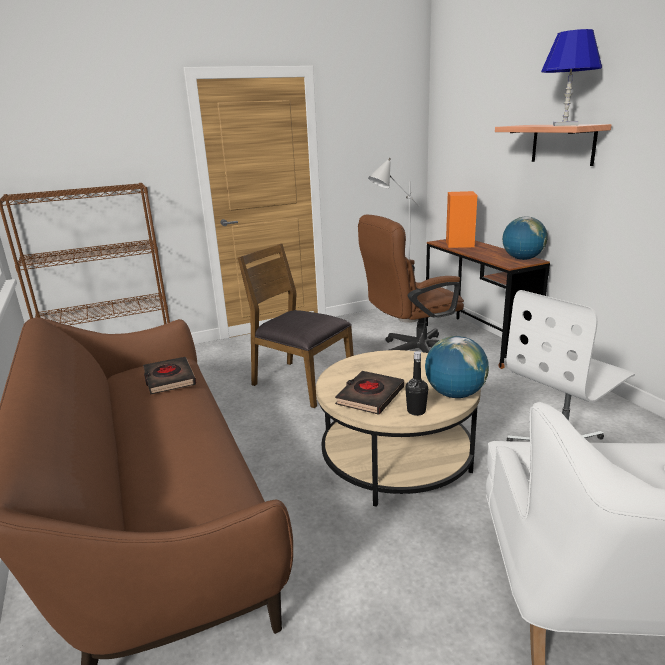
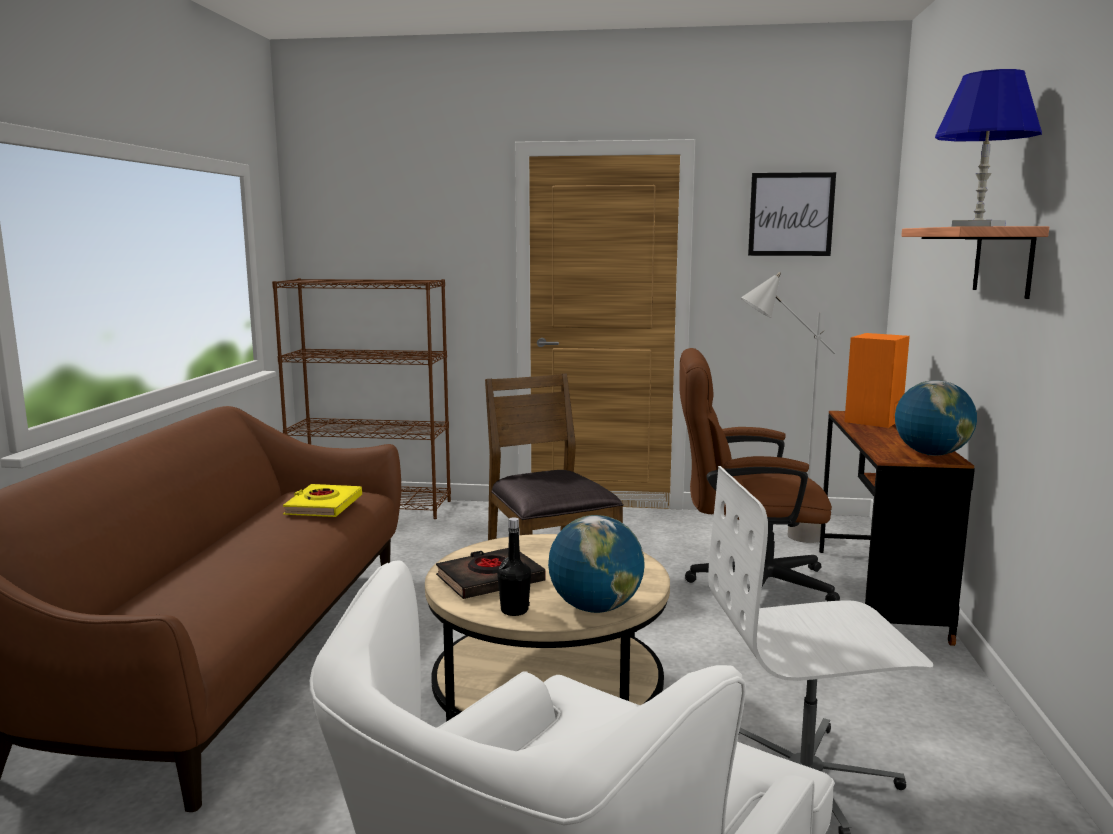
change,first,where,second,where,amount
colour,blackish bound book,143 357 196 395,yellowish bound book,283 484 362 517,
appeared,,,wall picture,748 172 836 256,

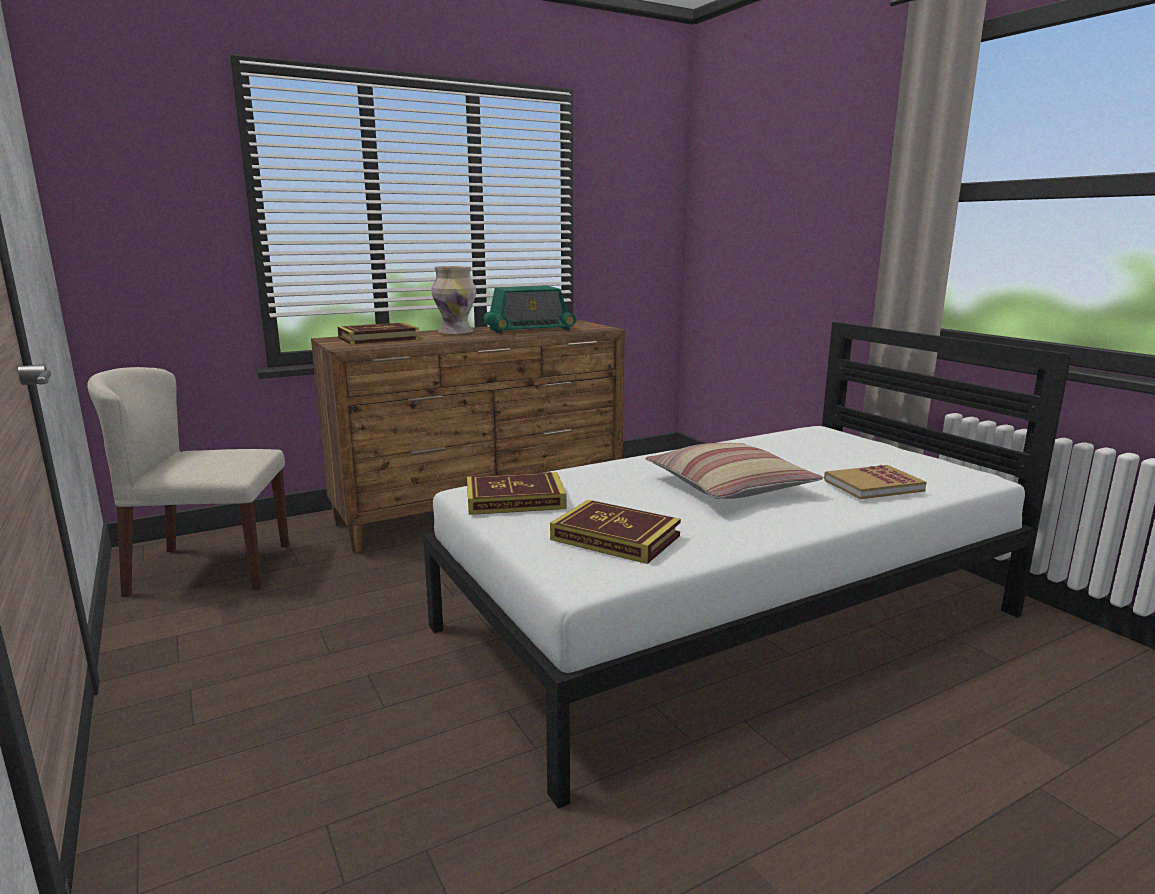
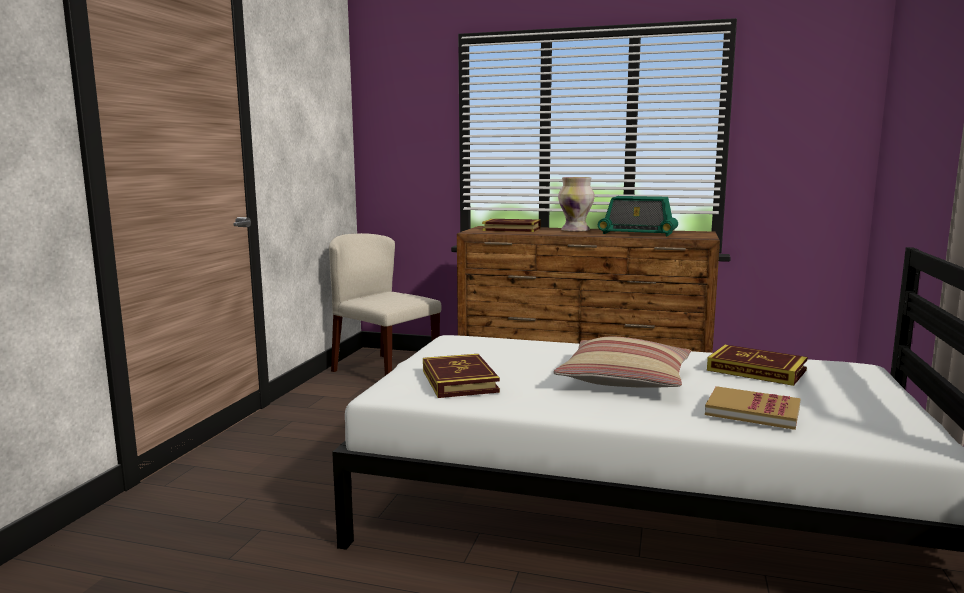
change,first,where,second,where,amount
relocated,bound book,467 472 566 515,,707 345 808 386,

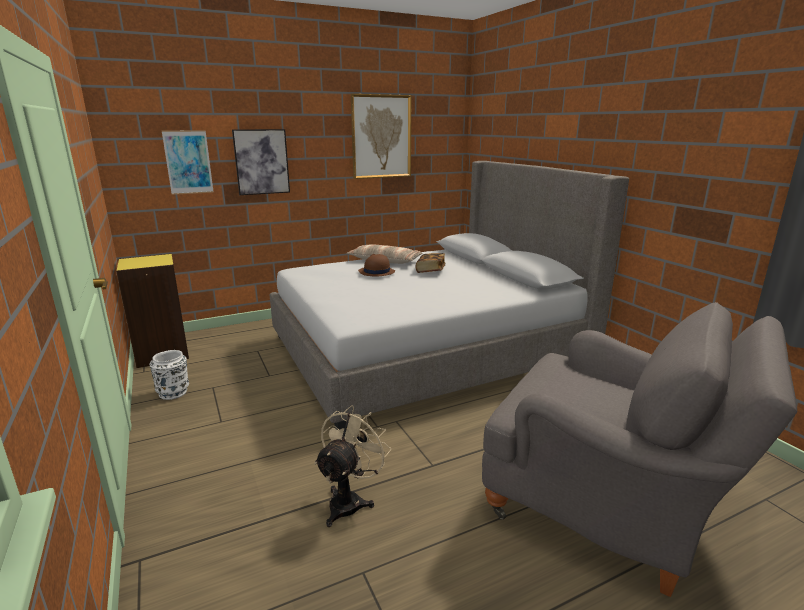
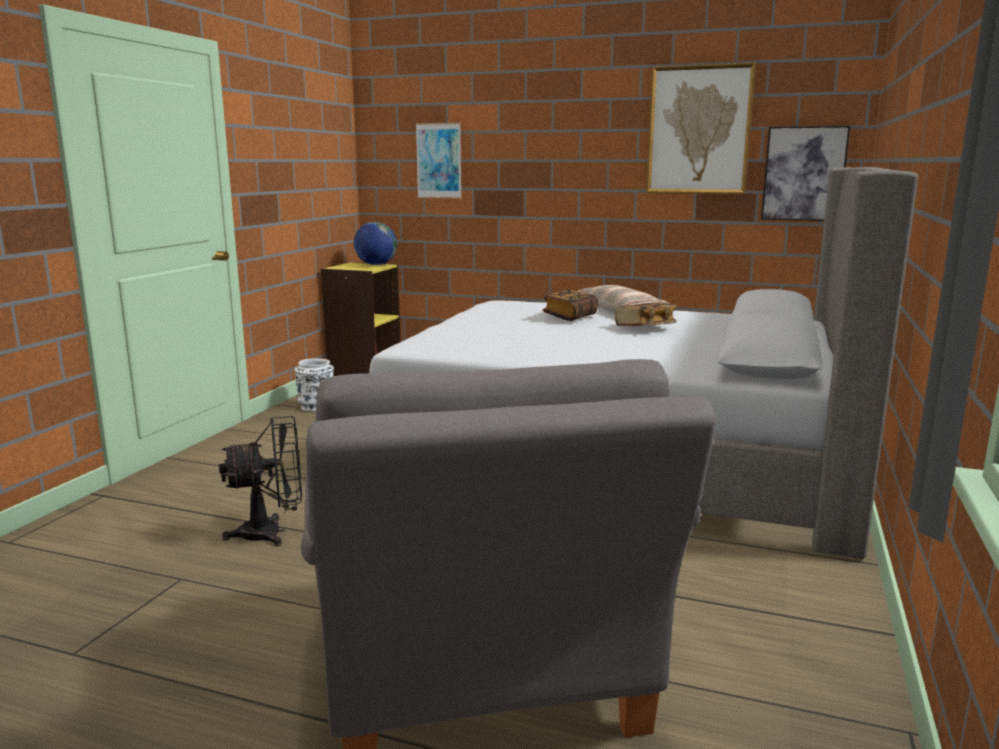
change,first,where,second,where,amount
colour,sand-coloured cooling fan,314 405 392 527,blackish cooling fan,219 416 302 546,
appeared,,,desk globe,354 222 397 265,
exchanged,brownish hat,358 254 395 276,bound book,542 290 598 321,
relocated,wall picture,232 129 290 195,,761 126 850 221,

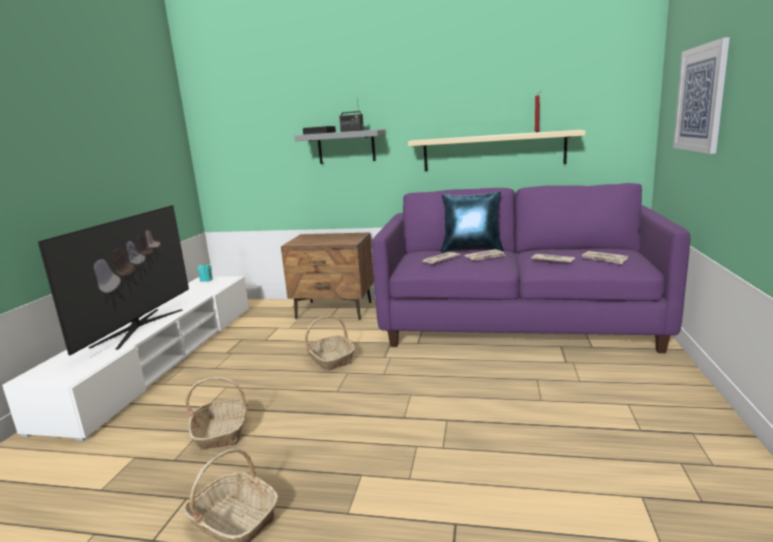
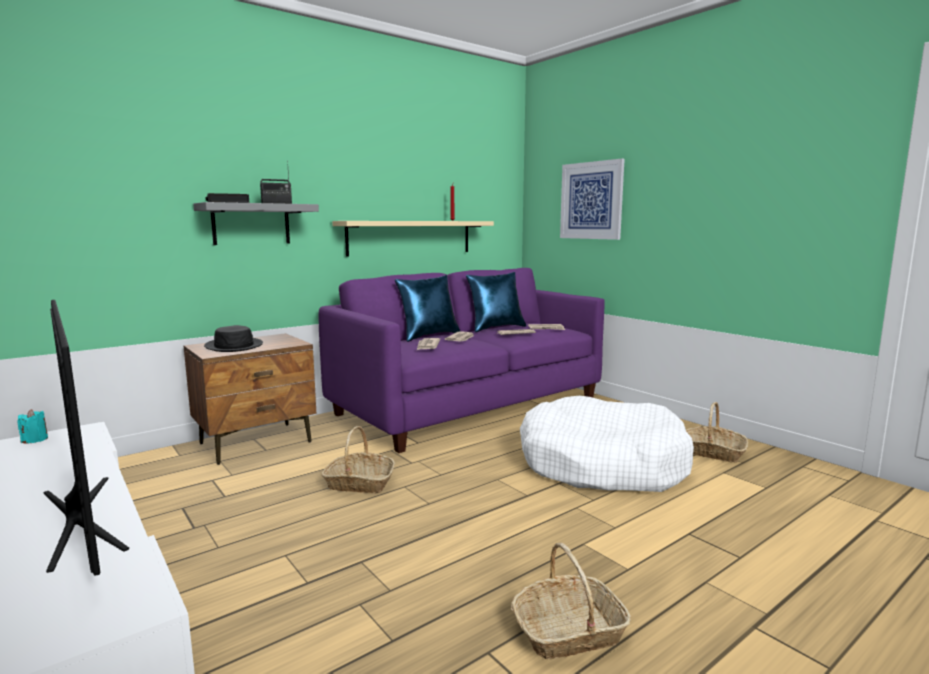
change,first,where,second,where,amount
appeared,,,blackish hat,204 325 263 352,
appeared,,,blue throw pillow,466 272 526 332,
appeared,,,whitish dog bed,520 396 694 492,
relocated,household basket,185 377 248 450,,686 402 748 462,

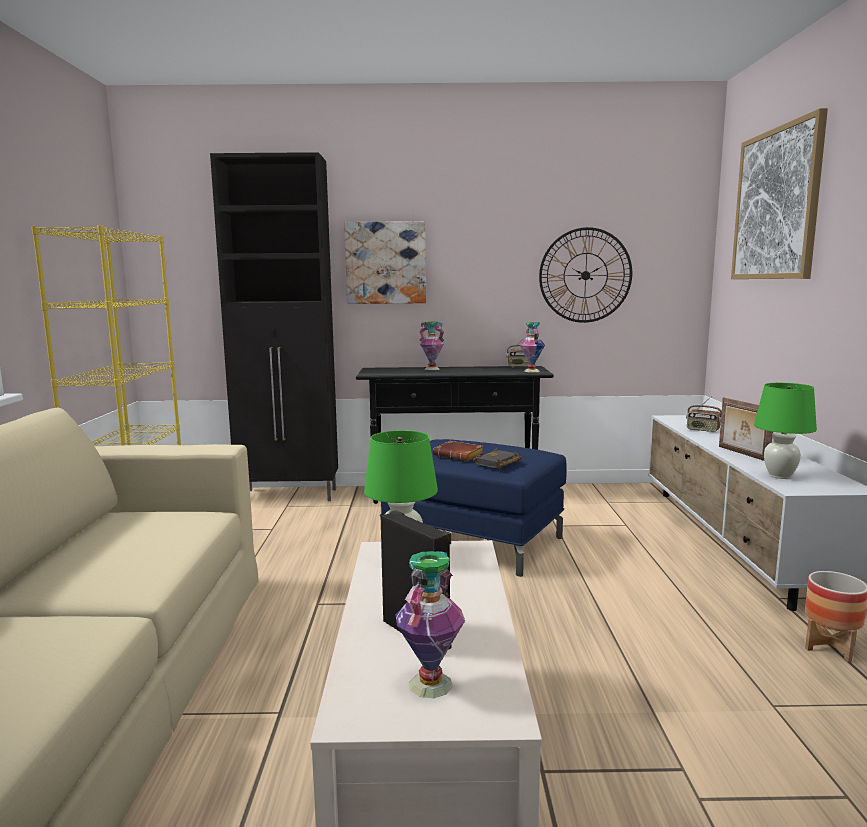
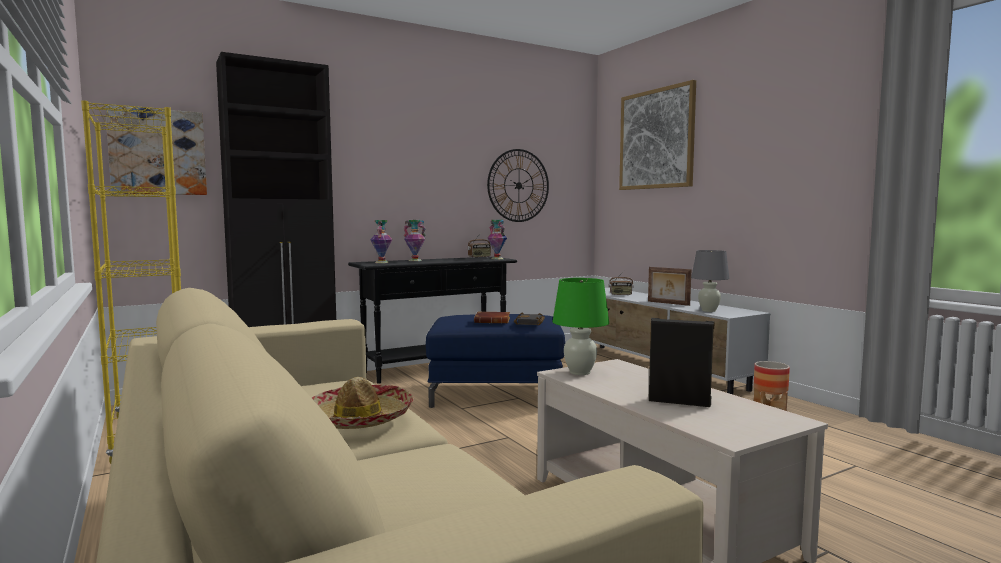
change,first,where,second,where,amount
relocated,wall picture,344 221 426 304,,105 105 207 195,
appeared,,,hat,311 377 414 429,
relocated,vase,395 551 465 698,,370 220 393 263,
colour,greenish tabletop lamp,754 383 817 479,grey tabletop lamp,691 250 730 312,

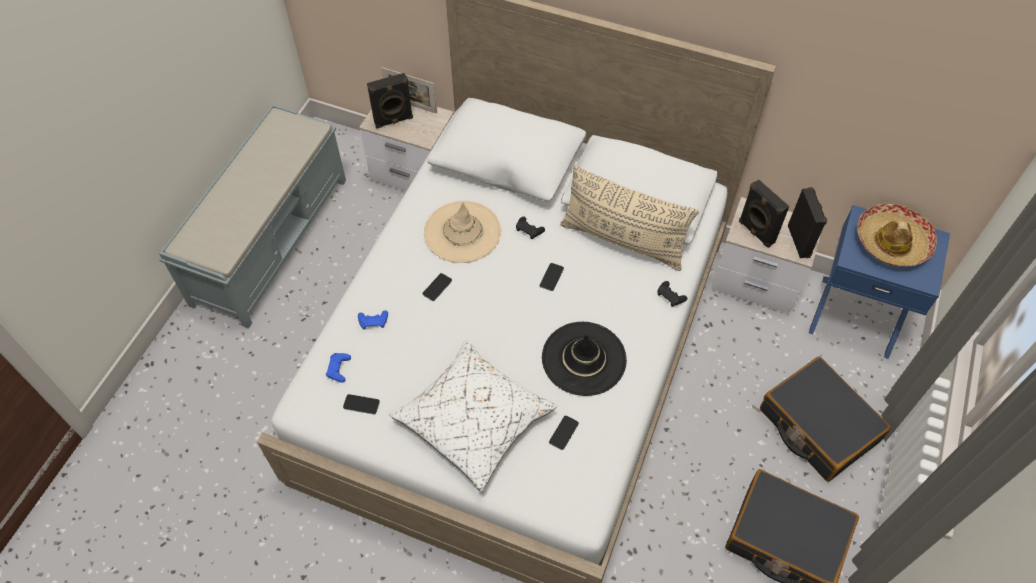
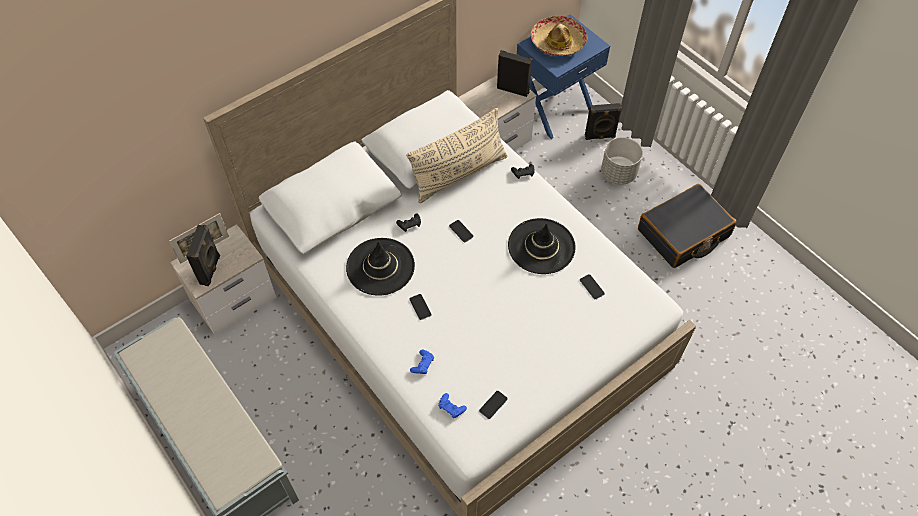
change,first,where,second,where,amount
colour,sand-coloured hat,424 201 501 263,blackish hat,346 238 415 296,
relocated,blackish loudspeaker,739 180 790 248,,585 103 622 140,
exchanged,blackish suitcase,760 356 891 482,grey planter,601 137 643 185,
missing,whitish throw pillow,389 340 557 492,,,

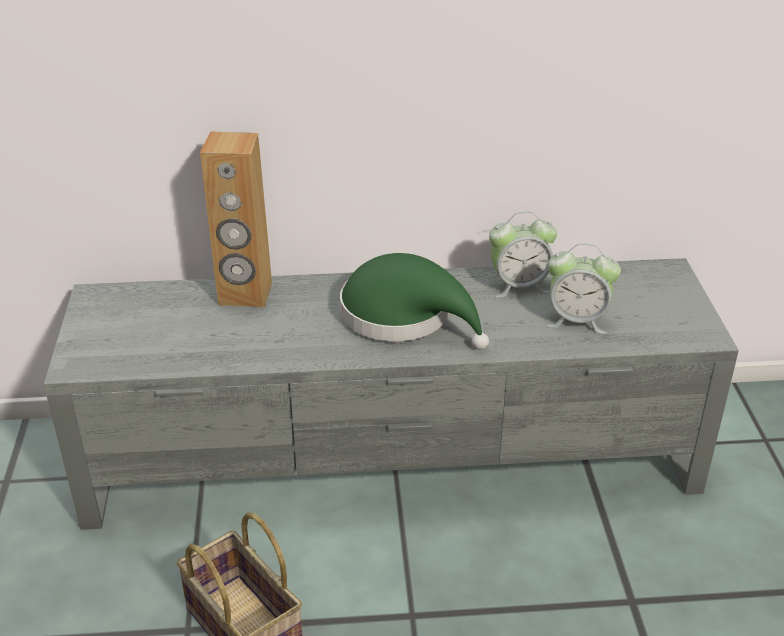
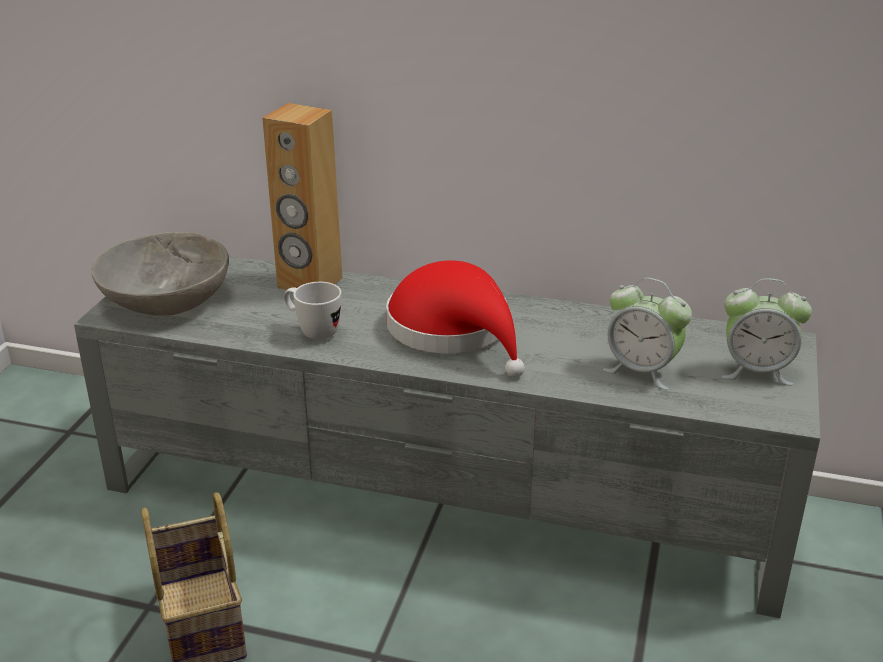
change,first,where,second,where,amount
appeared,,,grey bowl,91 232 229 316,
appeared,,,whitish tea mug,284 282 342 340,
colour,greenish hat,340 253 489 350,reddish hat,386 260 525 378,
relocated,bedside clock,489 212 557 298,,722 278 812 386,

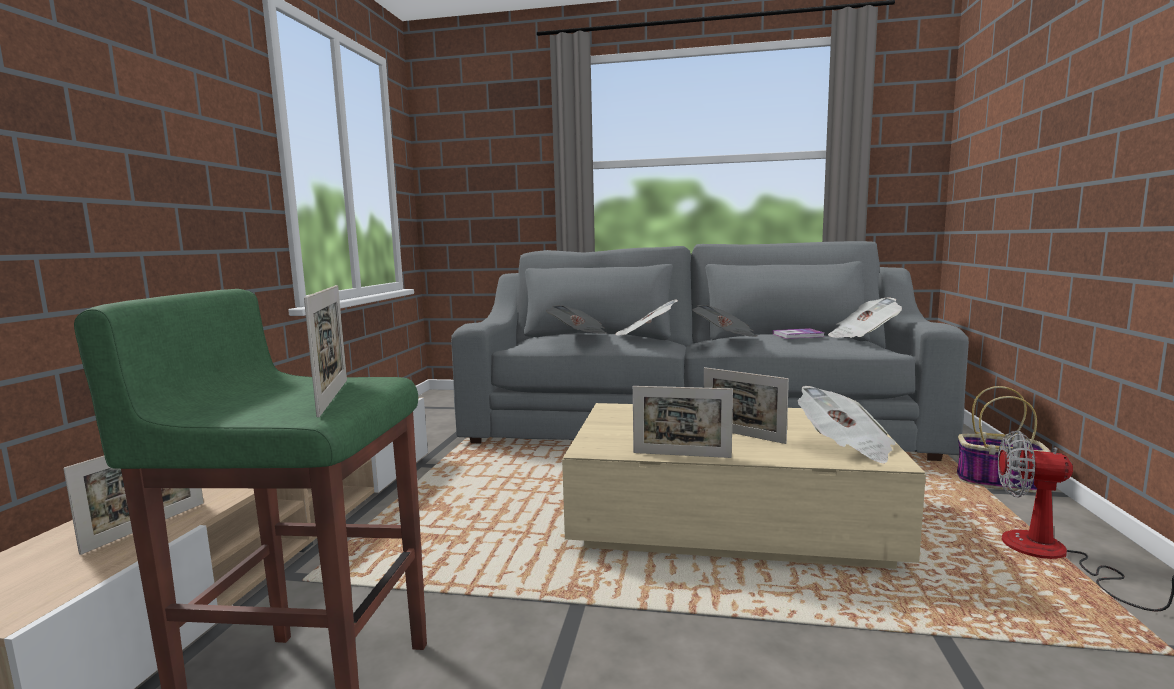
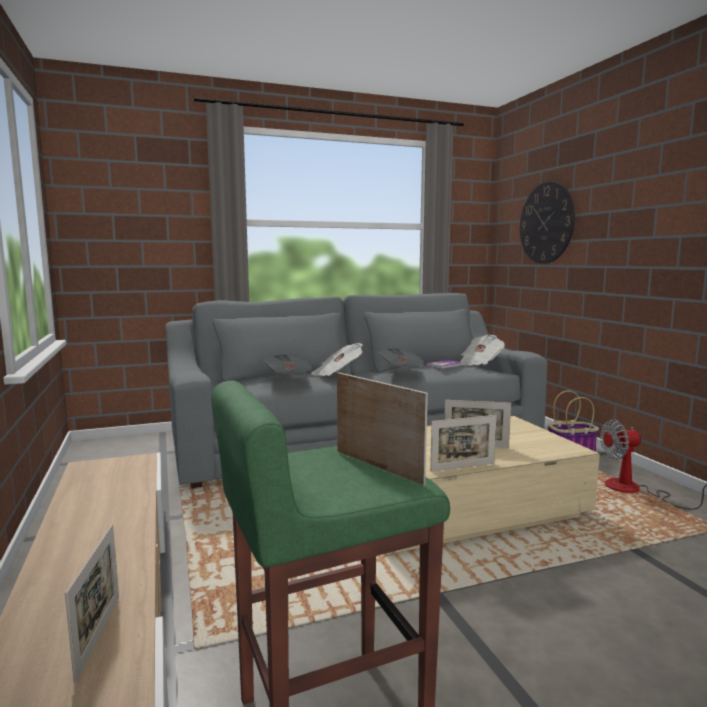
change,first,where,second,where,amount
appeared,,,hanging clock,520 181 575 264,
missing,newspaper,798 386 896 464,,,

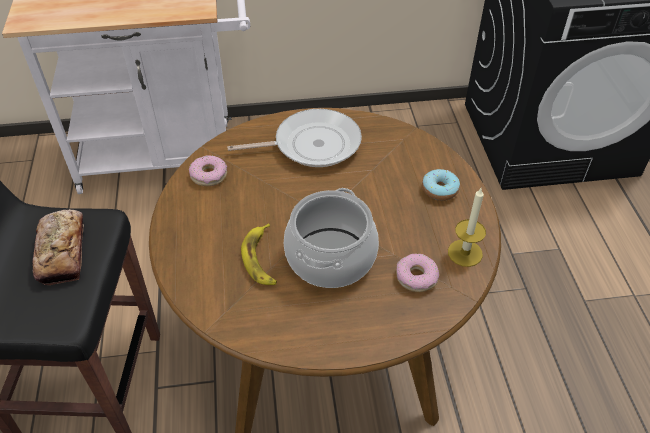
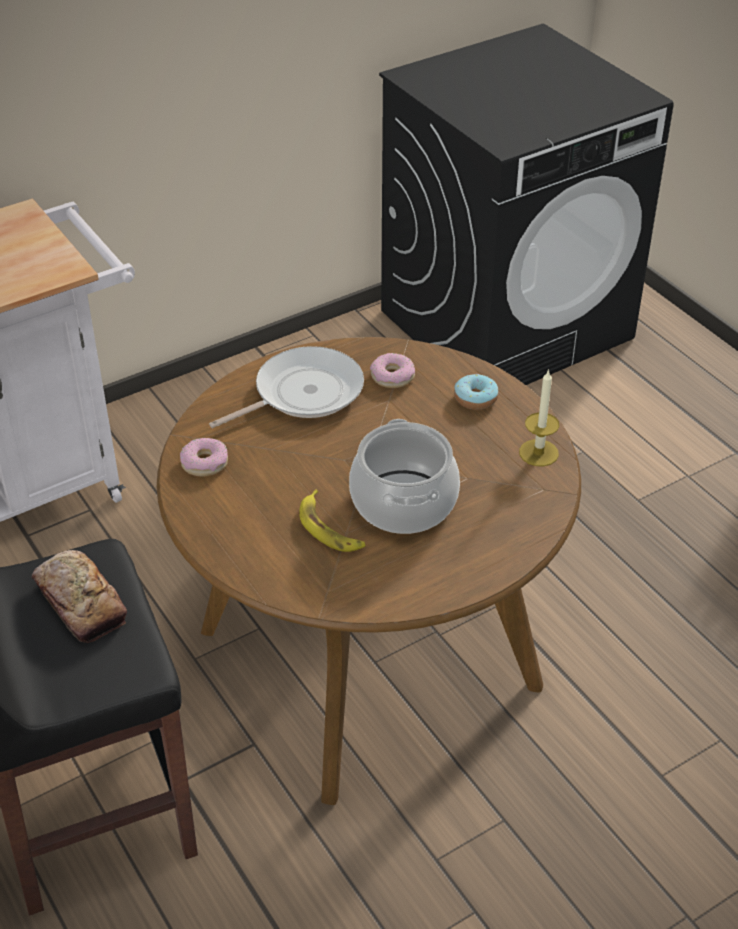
change,first,where,second,where,amount
relocated,donut,396 254 439 292,,370 353 415 388,

